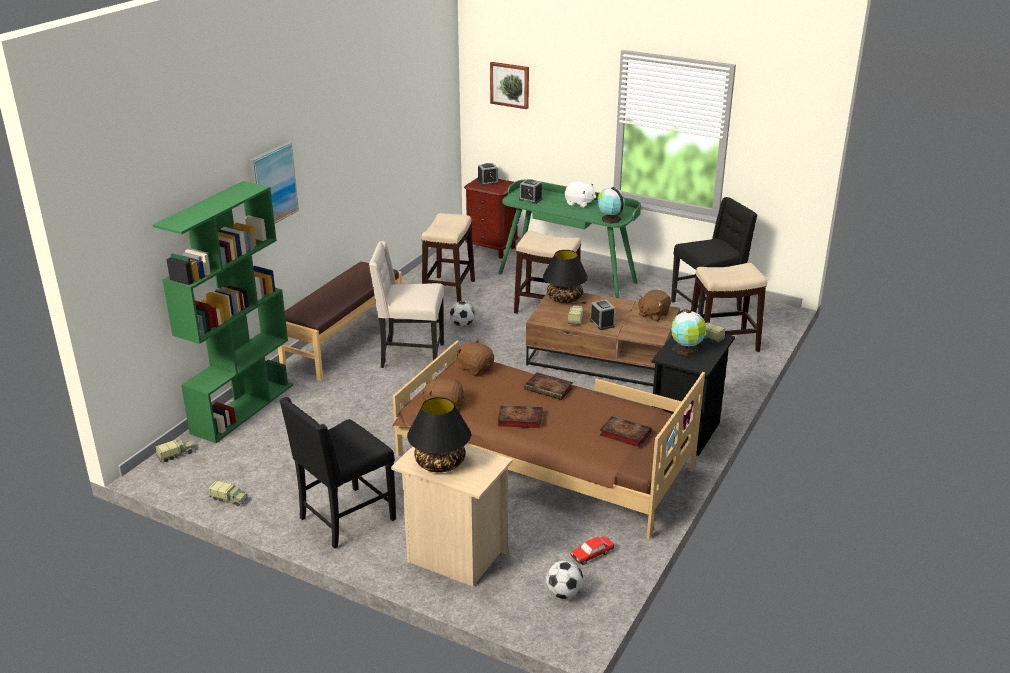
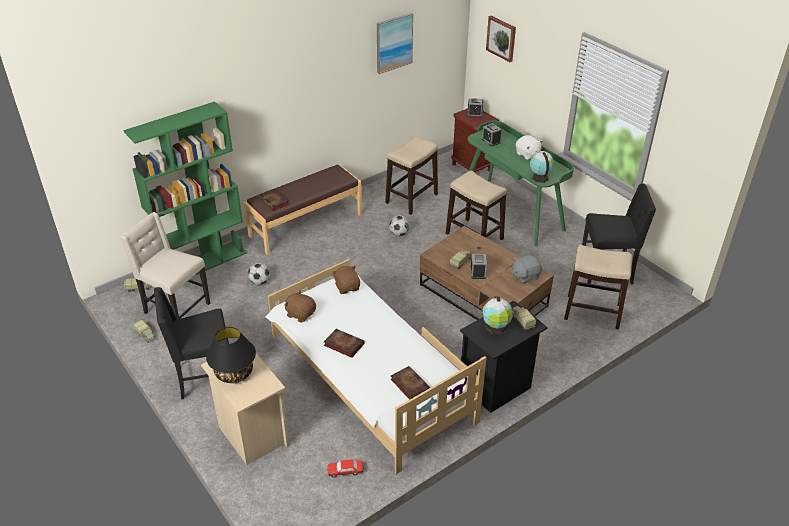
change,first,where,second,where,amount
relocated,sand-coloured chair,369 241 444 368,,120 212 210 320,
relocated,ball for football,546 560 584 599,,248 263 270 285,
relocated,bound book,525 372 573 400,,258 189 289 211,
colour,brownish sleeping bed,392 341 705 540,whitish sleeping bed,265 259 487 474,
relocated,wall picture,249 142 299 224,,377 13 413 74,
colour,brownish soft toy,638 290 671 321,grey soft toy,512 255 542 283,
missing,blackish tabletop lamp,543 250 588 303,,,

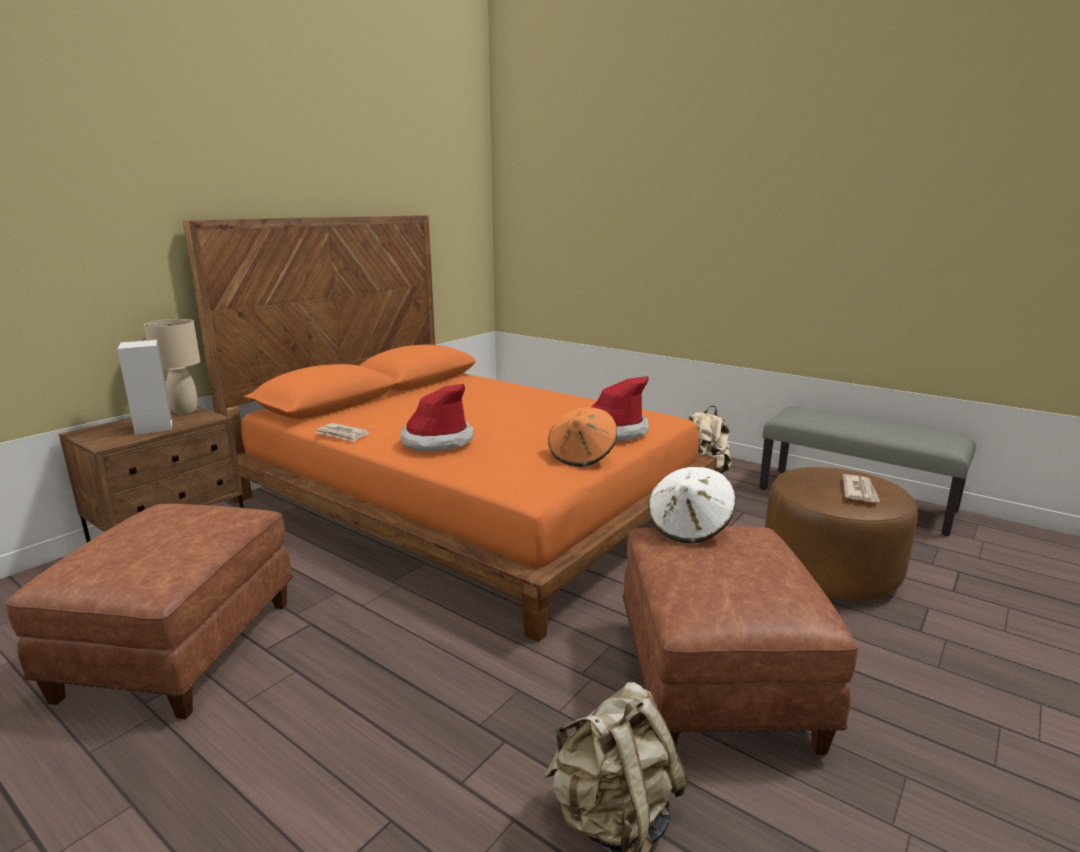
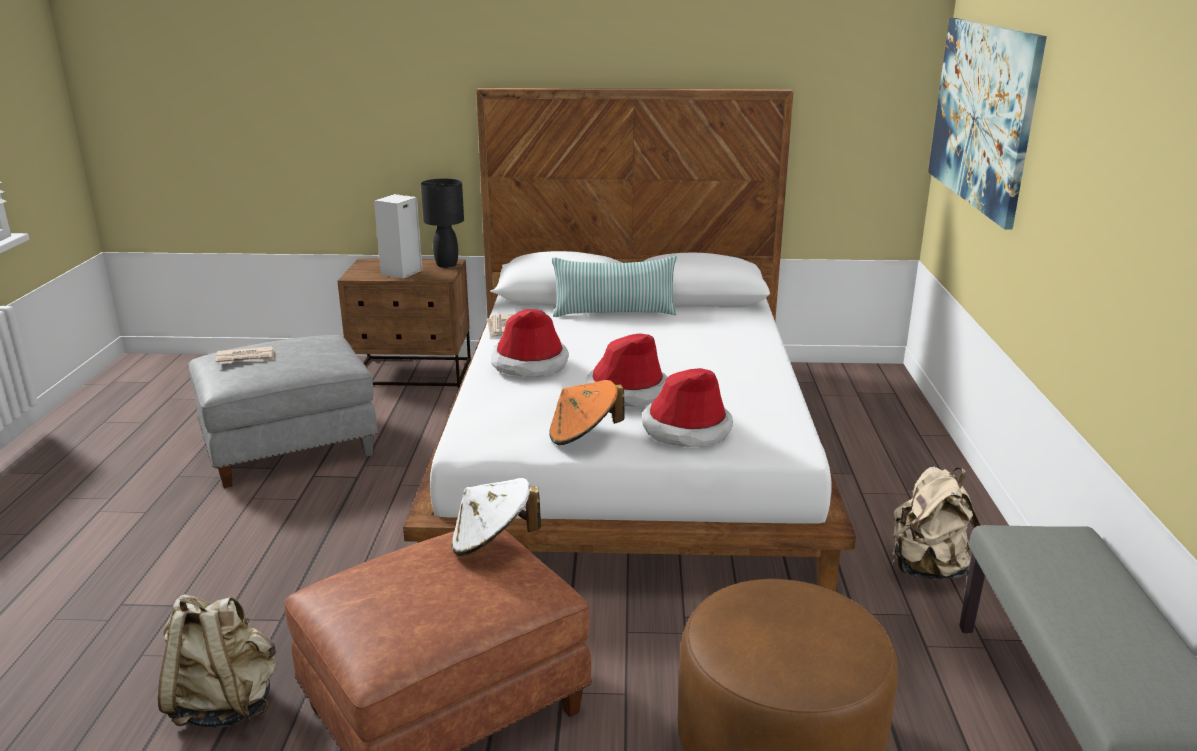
change,first,where,second,where,amount
colour,brownish pouffe,5 504 293 719,grey pouffe,189 335 378 488,
relocated,newspaper,842 474 880 502,,215 346 274 364,
colour,orangey sleeping bed,183 215 717 642,whitish sleeping bed,403 88 856 592,
colour,sand-coloured tabletop lamp,144 319 200 414,blackish tabletop lamp,421 178 464 268,
appeared,,,throw pillow,552 256 677 317,
appeared,,,hat,586 333 668 407,
appeared,,,wall picture,928 18 1047 229,

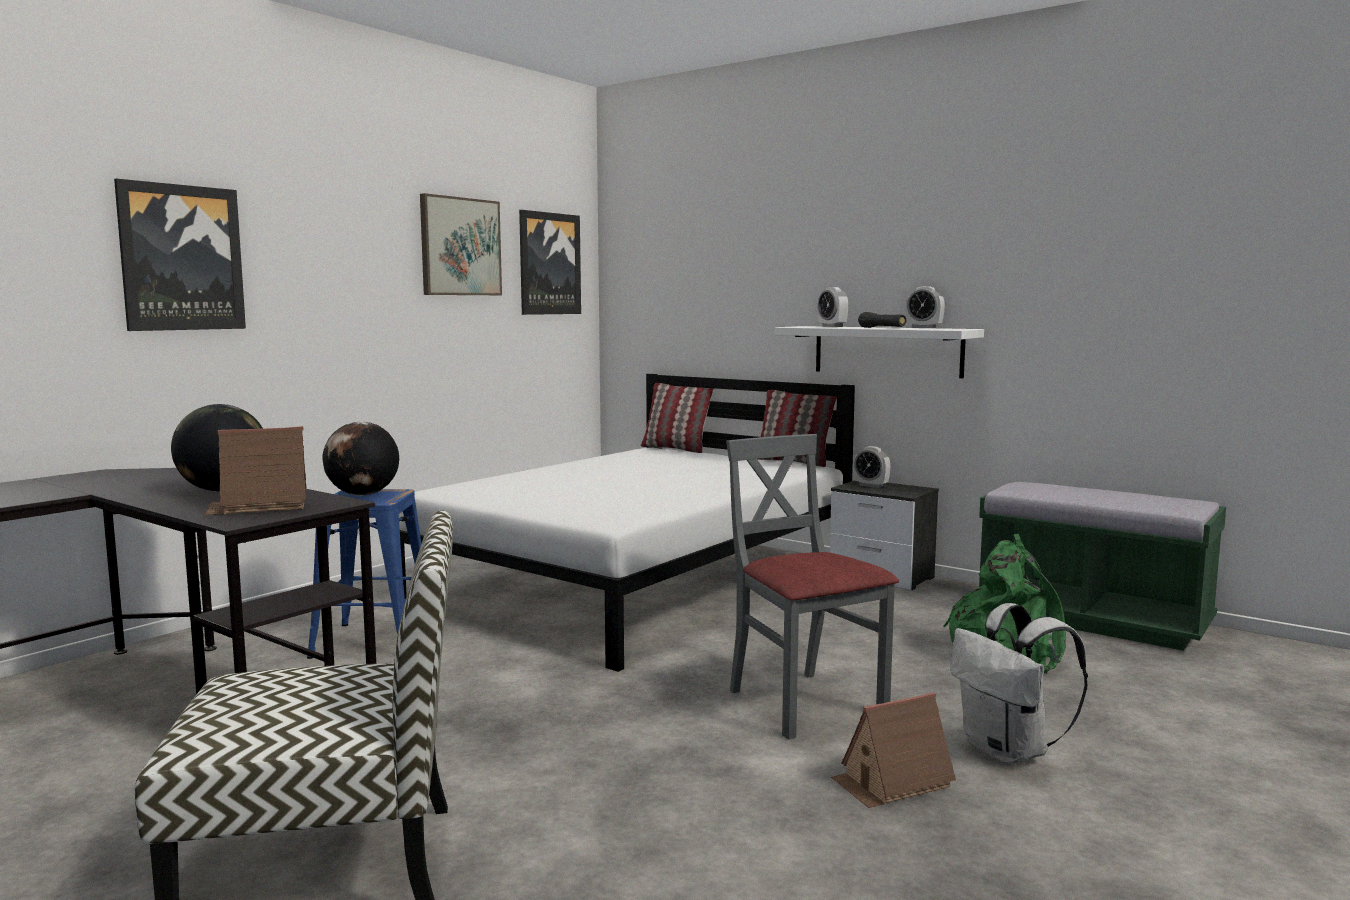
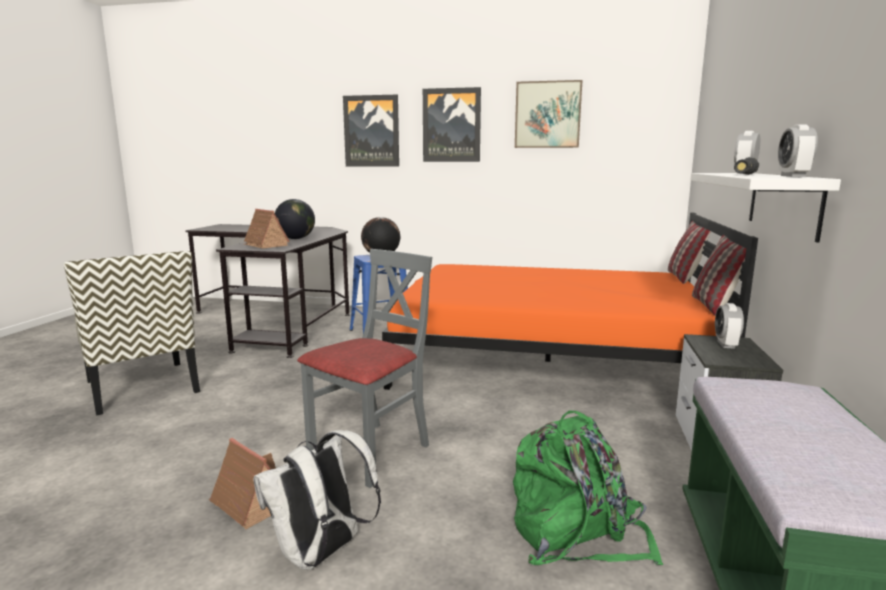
change,first,where,second,where,amount
colour,whitish sleeping bed,399 374 855 672,orangey sleeping bed,382 213 758 390,
relocated,wall picture,519 210 581 315,,423 87 481 162,

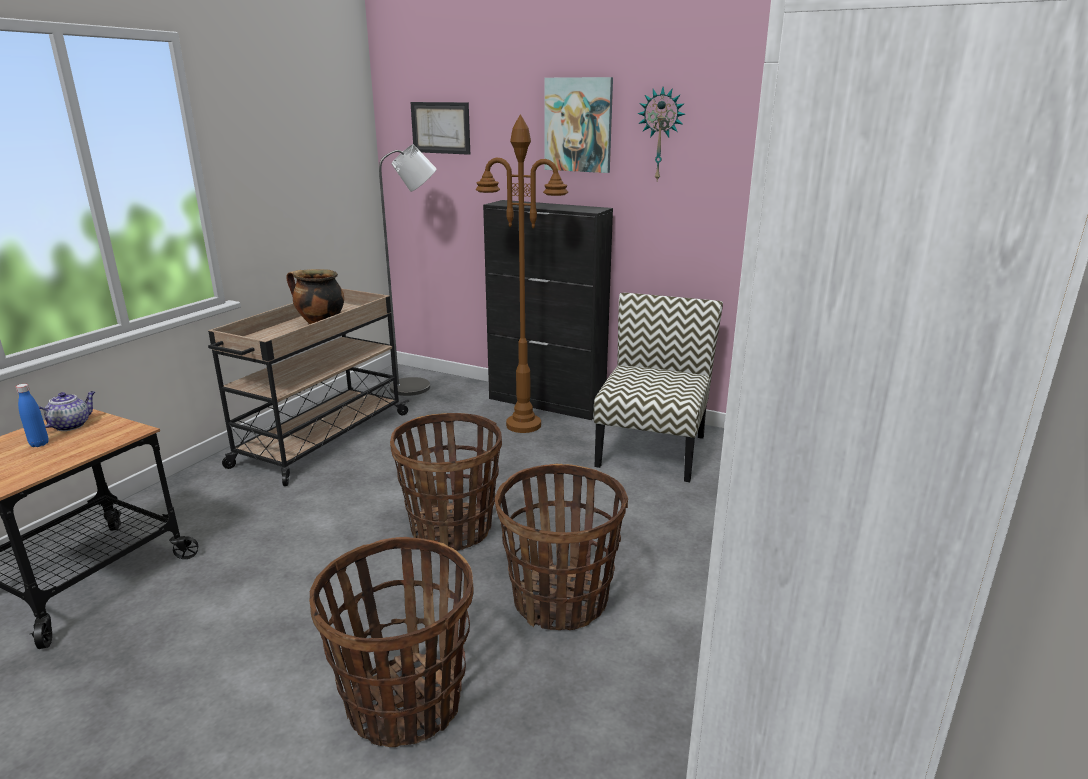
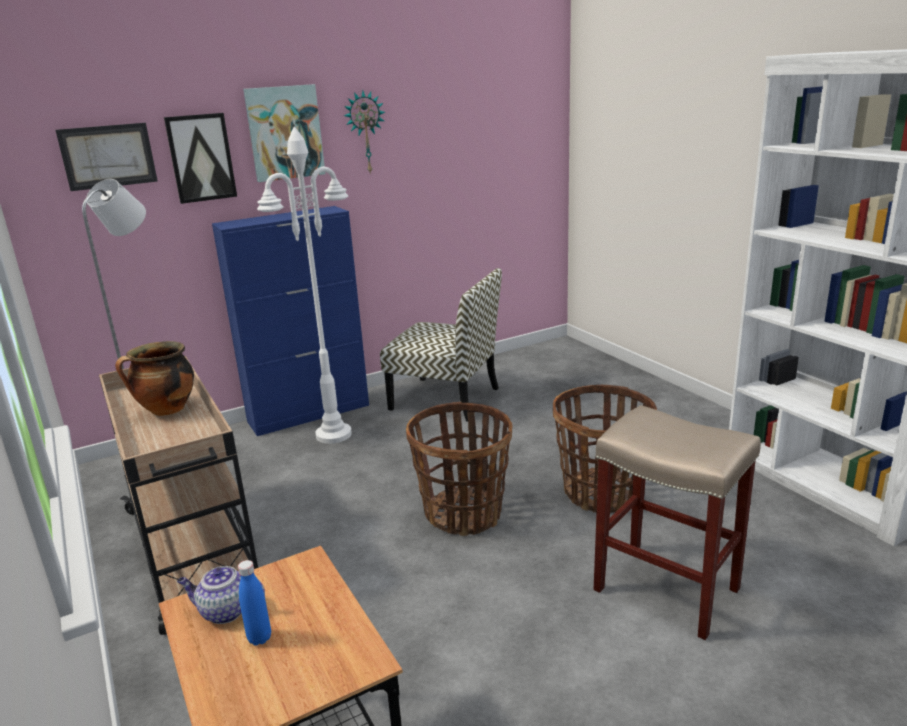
change,first,where,second,where,amount
appeared,,,wall picture,164 113 237 204,
spun,tea pot,39 391 95 431,,177 566 265 624,60 degrees counterclockwise
colour,blackish storage cabinet,483 200 613 420,blue storage cabinet,212 206 369 436,
colour,brownish standard lamp,476 115 568 433,whitish standard lamp,257 126 352 444,
spun,chair,593 293 723 482,,380 268 502 422,150 degrees clockwise
exchanged,household basket,309 537 474 747,sand-coloured sitting stool,593 405 761 640,

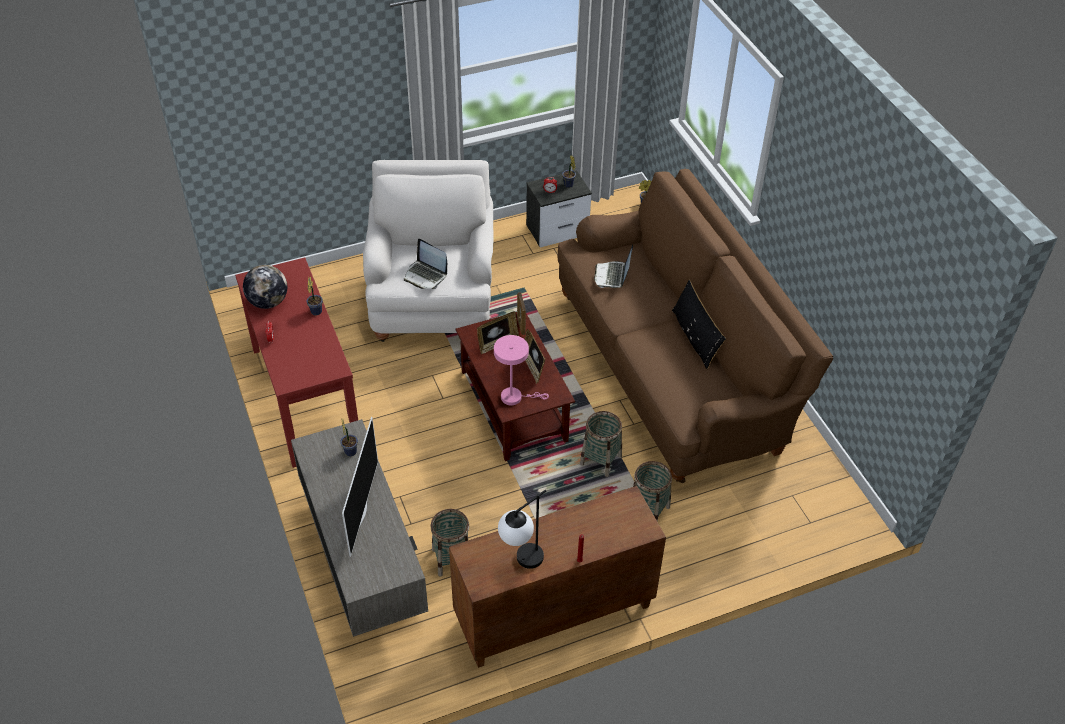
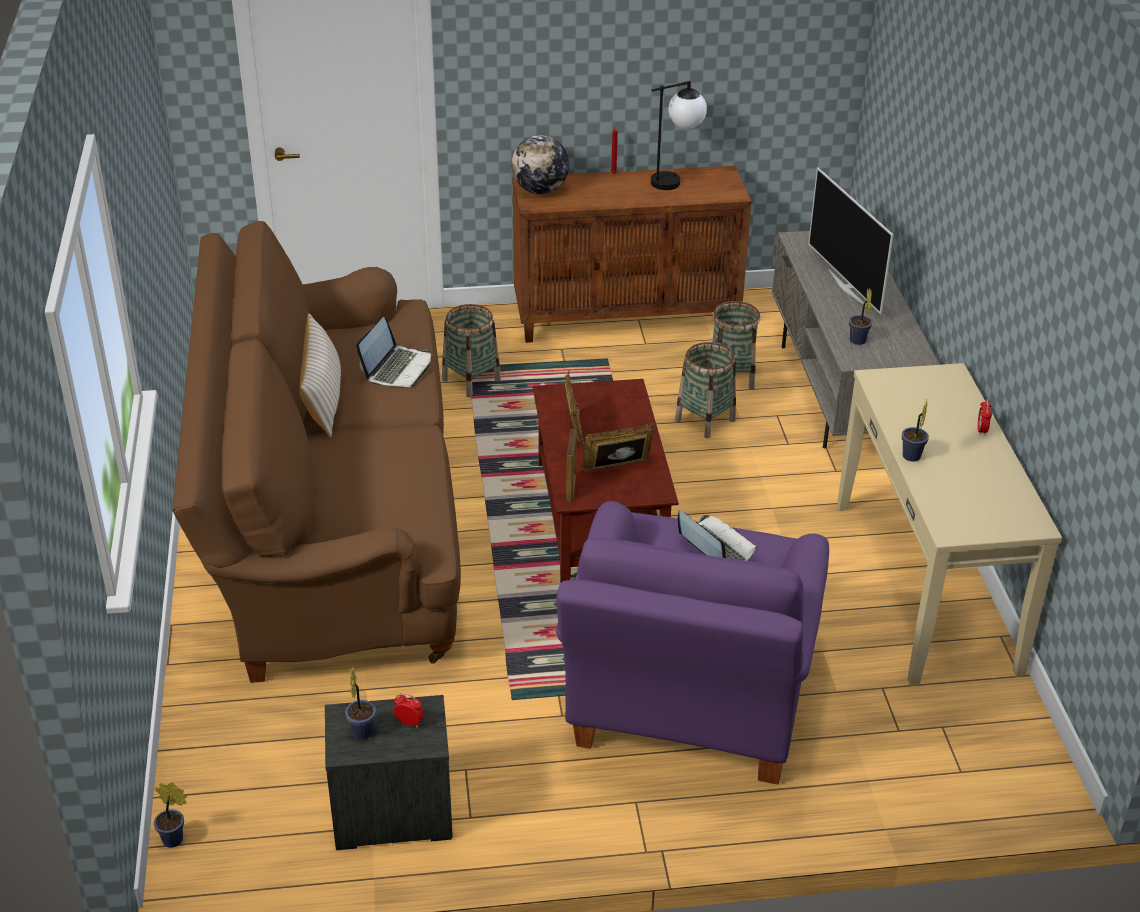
change,first,where,second,where,amount
colour,blackish throw pillow,672 280 726 369,sand-coloured throw pillow,299 313 341 438,
relocated,portable computer,594 244 633 288,,356 317 431 387,
relocated,desk globe,243 265 287 309,,512 135 569 194,
colour,whitish lounge chair,363 160 494 342,purple-coloured lounge chair,556 501 829 784,
relocated,household basket,580 411 622 477,,675 342 736 438,
spun,TV set,342 417 378 557,,808 168 894 314,45 degrees counterclockwise
colour,reddish narrow table,235 257 358 468,sand-coloured narrow table,837 363 1062 686,
missing,pinkish tabletop lamp,494 335 549 405,,,

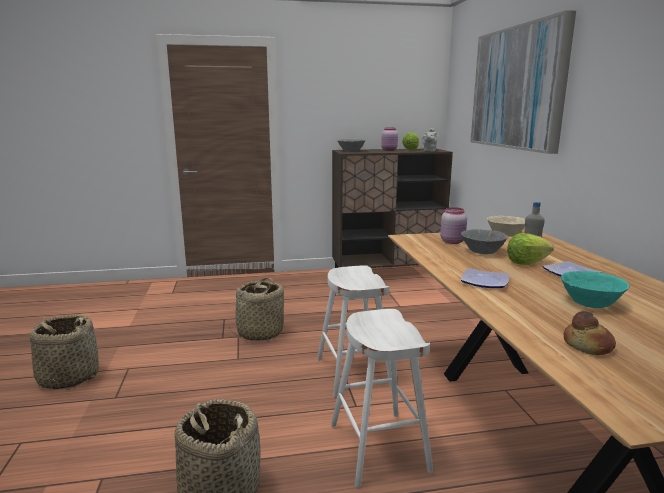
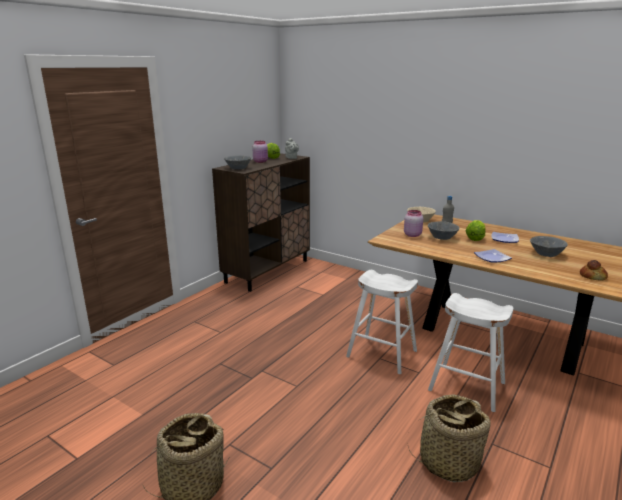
change,first,where,second,where,amount
colour,turquoise bowl,561 271 629 308,grey bowl,530 236 568 257,
missing,household basket,229 278 284 341,,,
missing,wall picture,470 10 576 154,,,

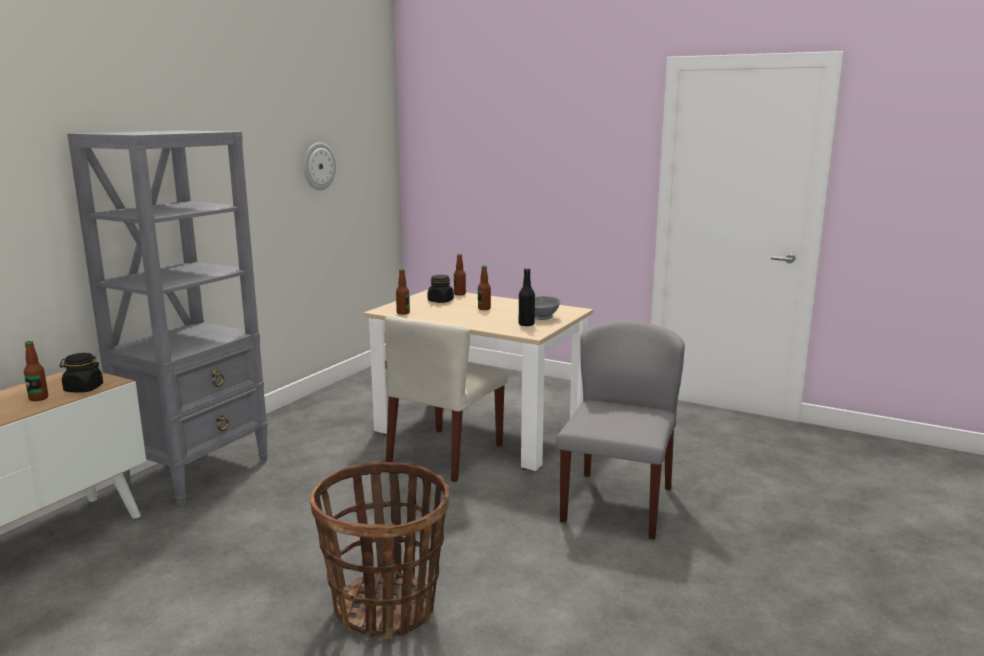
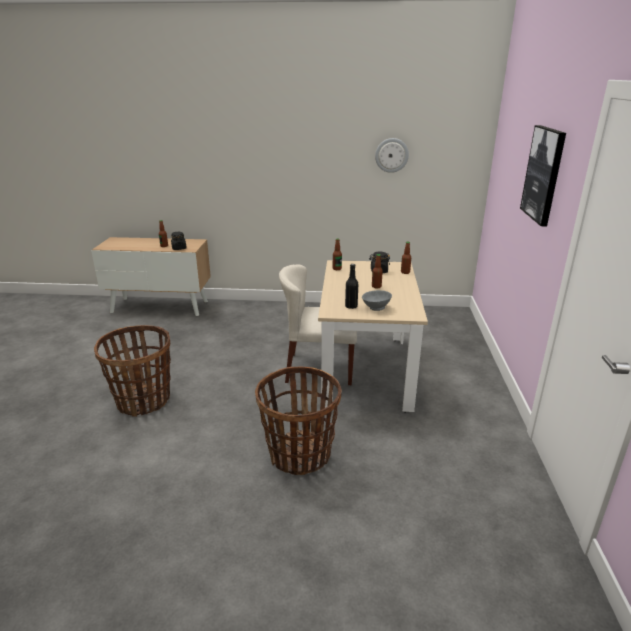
change,first,where,second,where,amount
exchanged,grey chair,556 321 685 539,household basket,255 367 342 475,
appeared,,,wall picture,520 125 566 226,
missing,grey bookshelf,67 130 268 506,,,

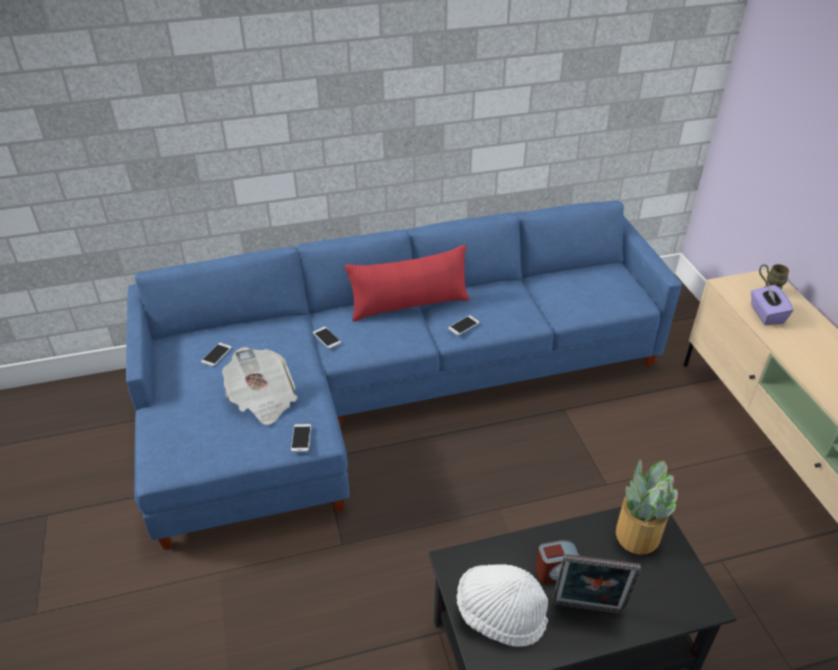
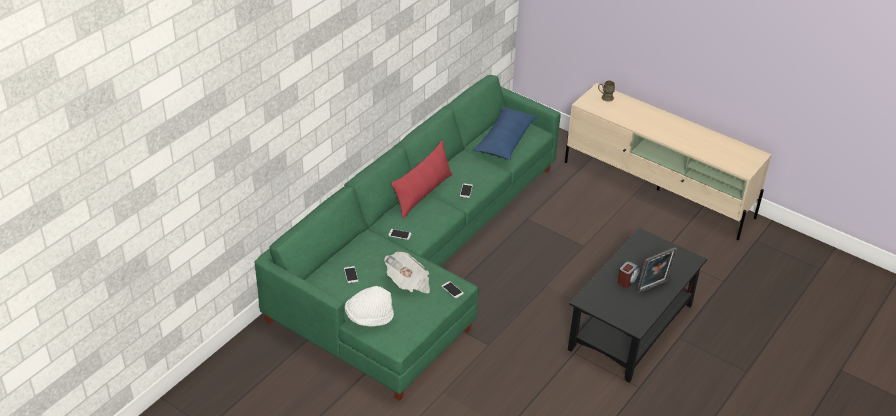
change,first,where,second,where,amount
colour,blue couch,126 200 682 549,greenish couch,254 75 561 401,
relocated,whitish hat,457 564 548 647,,345 286 394 327,
appeared,,,blue throw pillow,473 106 537 160,
missing,potted plant,616 459 678 555,,,
missing,purple-coloured tissue holder,751 285 793 325,,,

